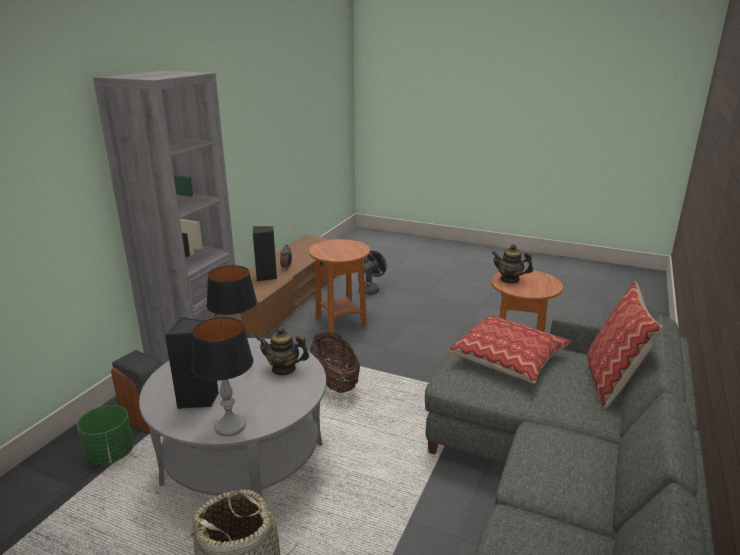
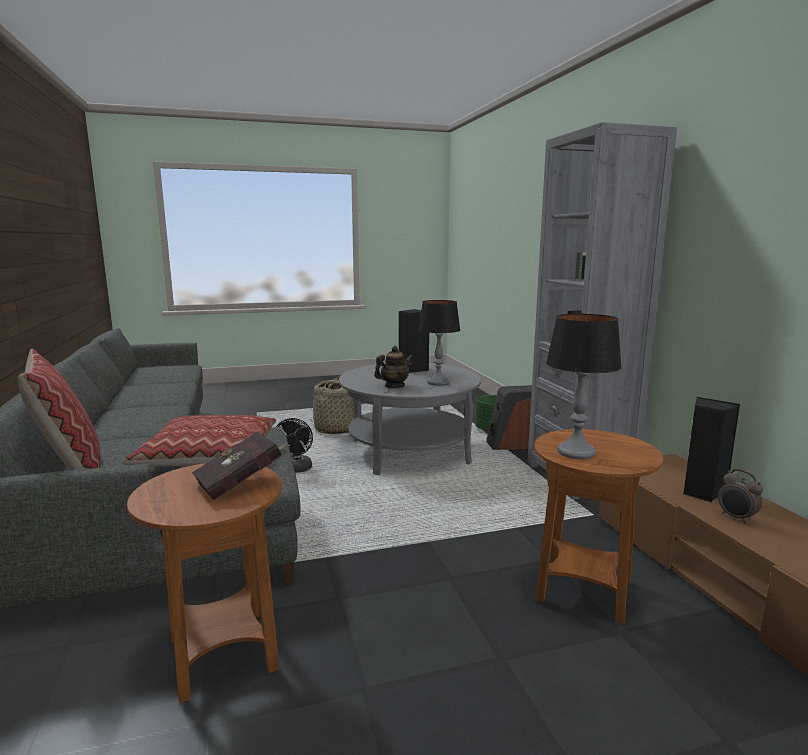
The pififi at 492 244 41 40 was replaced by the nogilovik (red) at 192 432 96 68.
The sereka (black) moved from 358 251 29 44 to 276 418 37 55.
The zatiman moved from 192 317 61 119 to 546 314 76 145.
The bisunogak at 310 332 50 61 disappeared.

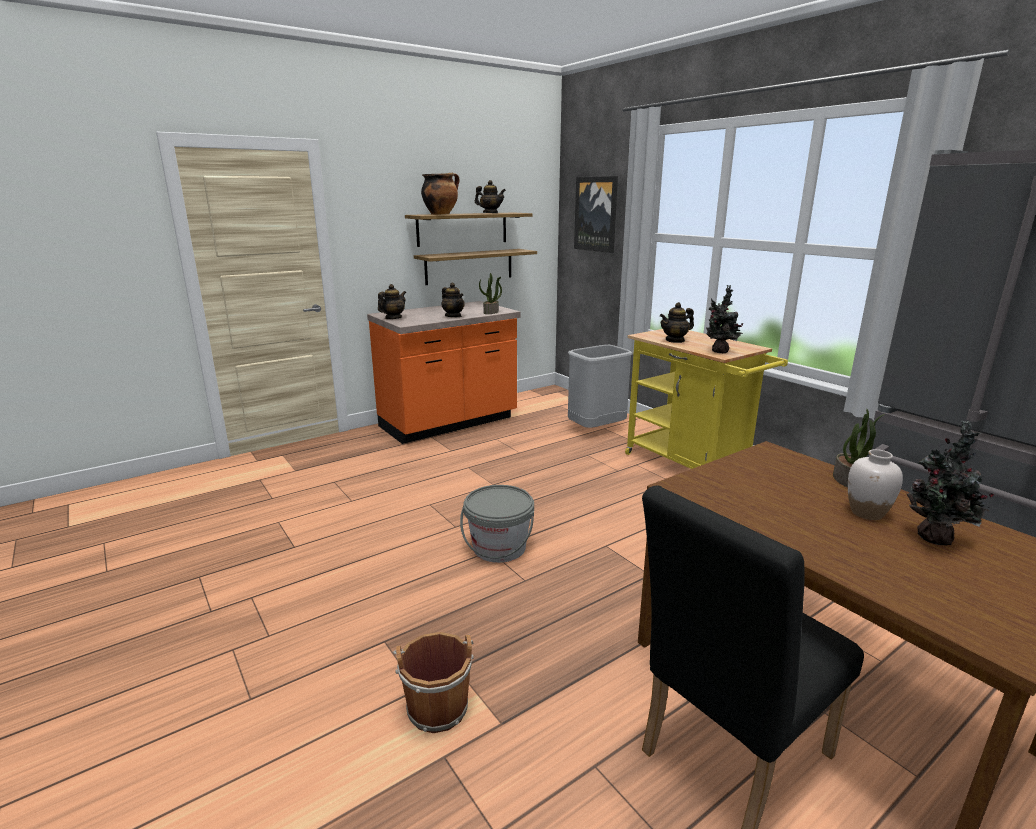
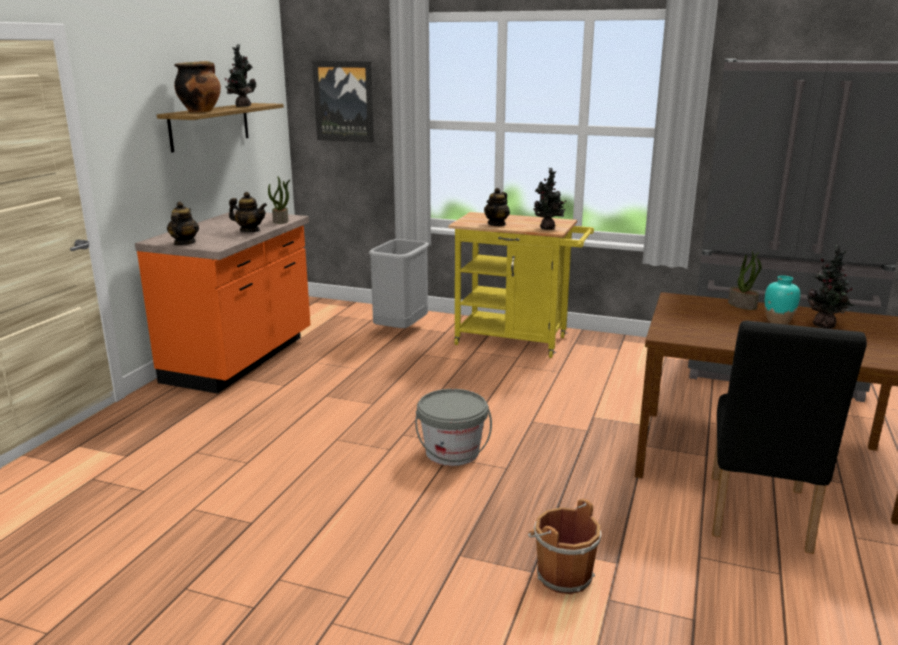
The pififi at 475 180 31 33 was replaced by the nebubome at 225 44 31 63.
The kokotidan at 414 249 123 36 disappeared.
The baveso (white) at 848 449 55 71 became the baveso (turquoise) at 765 275 35 49.

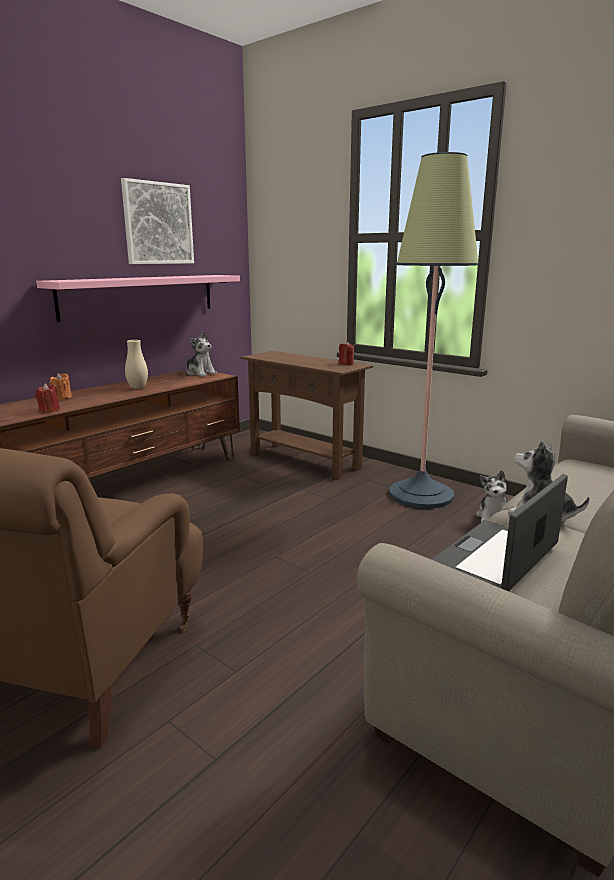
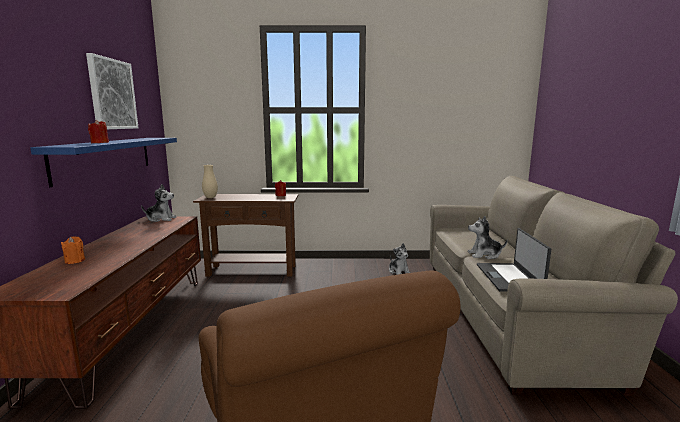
The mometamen at 389 152 90 357 disappeared.
The kokotidan (pink) at 36 275 204 47 became the kokotidan (blue) at 30 138 147 49.
The baveso (beige) moved from 125 340 23 49 to 202 165 16 33.
The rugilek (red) moved from 36 383 24 30 to 88 120 21 23.

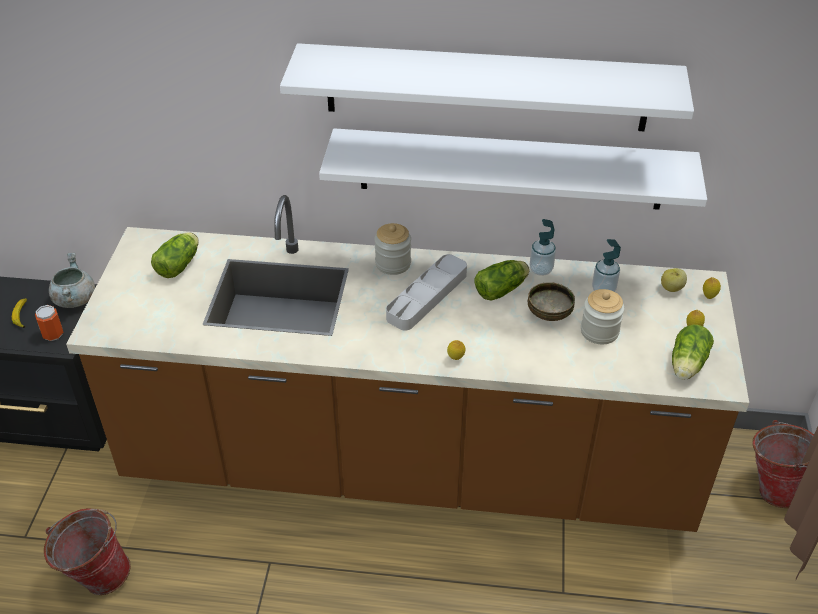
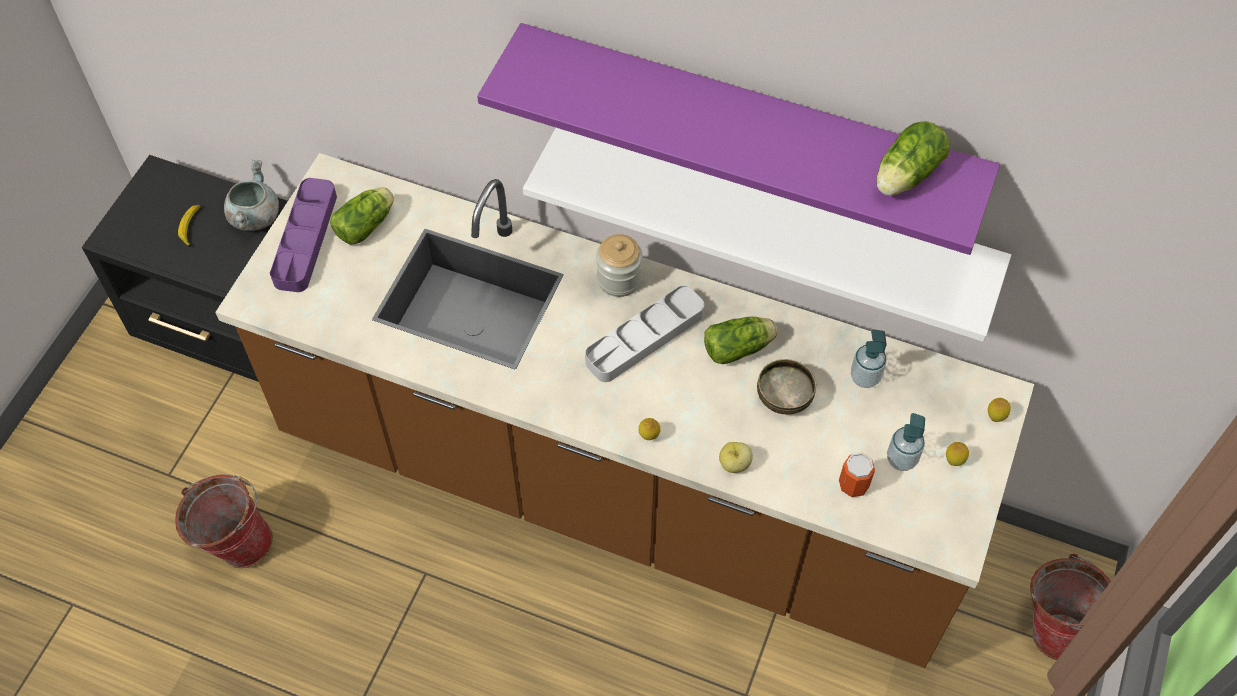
The kokotidan (white) at 280 43 414 88 became the kokotidan (purple) at 477 23 523 232.
The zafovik moved from 530 219 26 57 to 887 413 38 58.
The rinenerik moved from 661 268 26 24 to 719 442 34 31.
The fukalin at 581 289 43 55 disappeared.
The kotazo moved from 35 305 29 36 to 839 453 36 44.
The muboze moved from 672 325 42 55 to 877 121 73 74.
The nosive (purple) at 270 178 67 114 appeared.

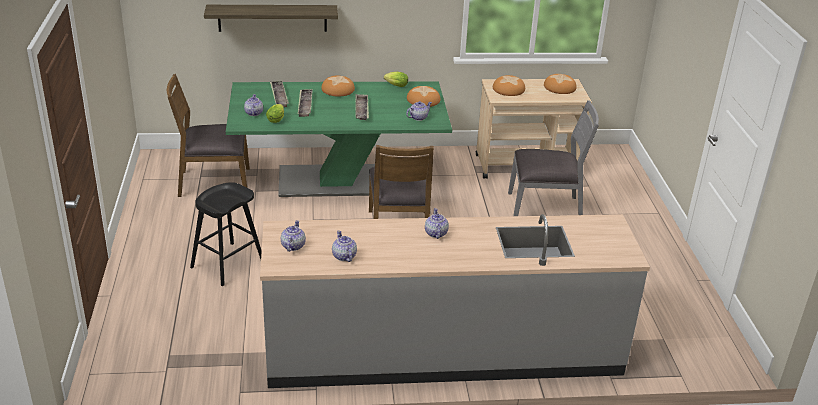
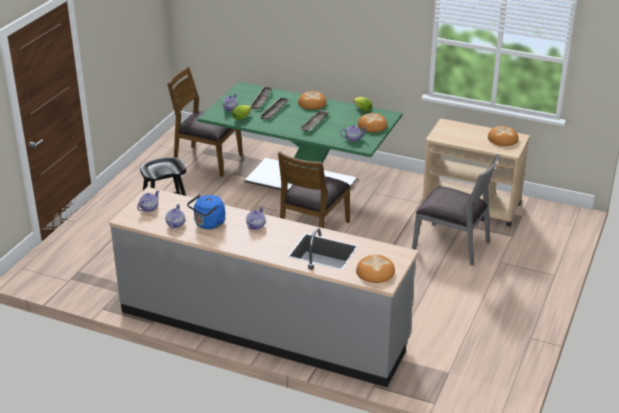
The kokotidan at 204 5 134 27 disappeared.
The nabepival moved from 493 75 32 21 to 356 255 39 28.
The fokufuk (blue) at 187 194 38 35 appeared.

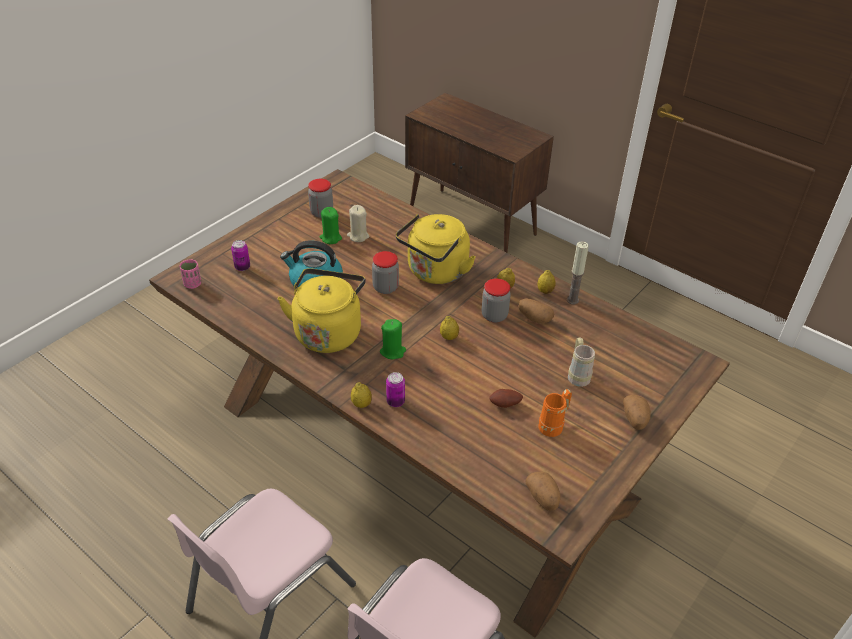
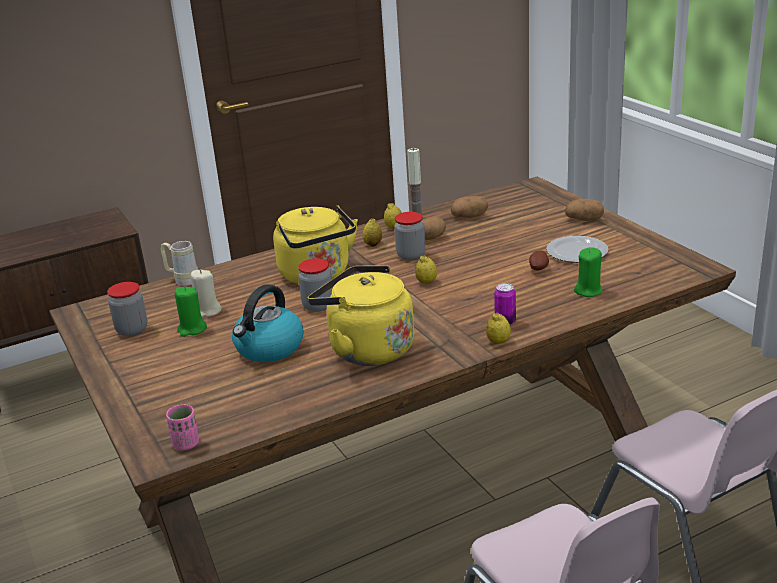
The kotazo at 231 240 19 31 disappeared.
The rugilek (green) moved from 380 319 26 40 to 574 247 29 50.
The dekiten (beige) moved from 568 337 27 50 to 160 241 38 45.
The dekiten (orange) at 538 389 34 48 was replaced by the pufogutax at 546 236 63 27.
The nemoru moved from 526 472 35 39 to 451 196 37 22.

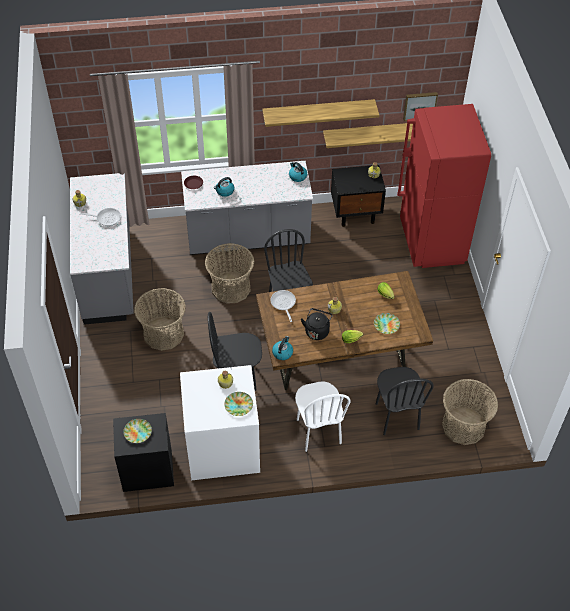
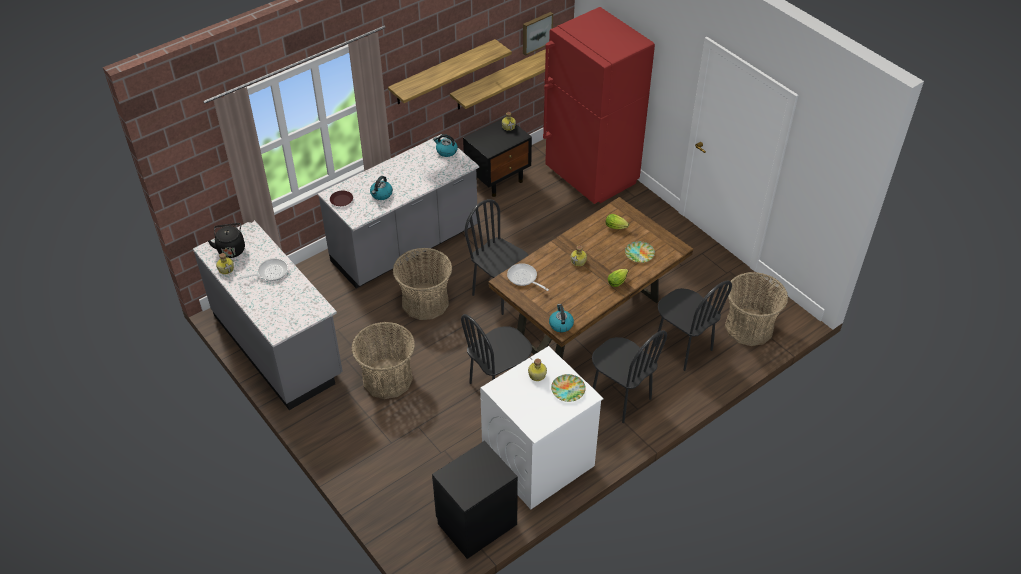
The fokufuk (black) moved from 301 308 32 32 to 208 223 37 35.
The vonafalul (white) at 295 381 55 71 became the vonafalul (black) at 592 330 75 93.
The pufogutax at 123 419 29 24 disappeared.

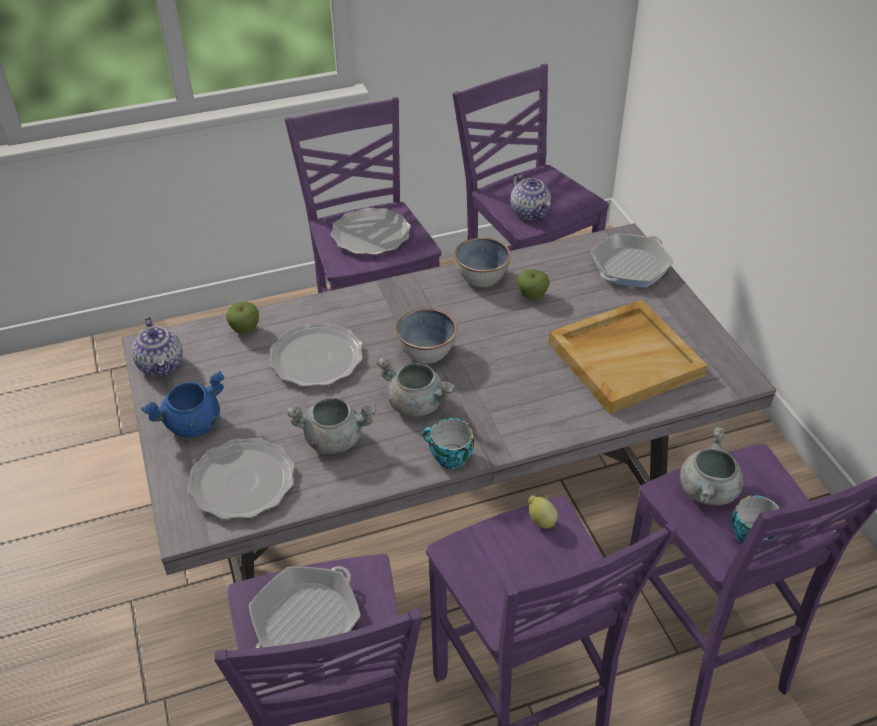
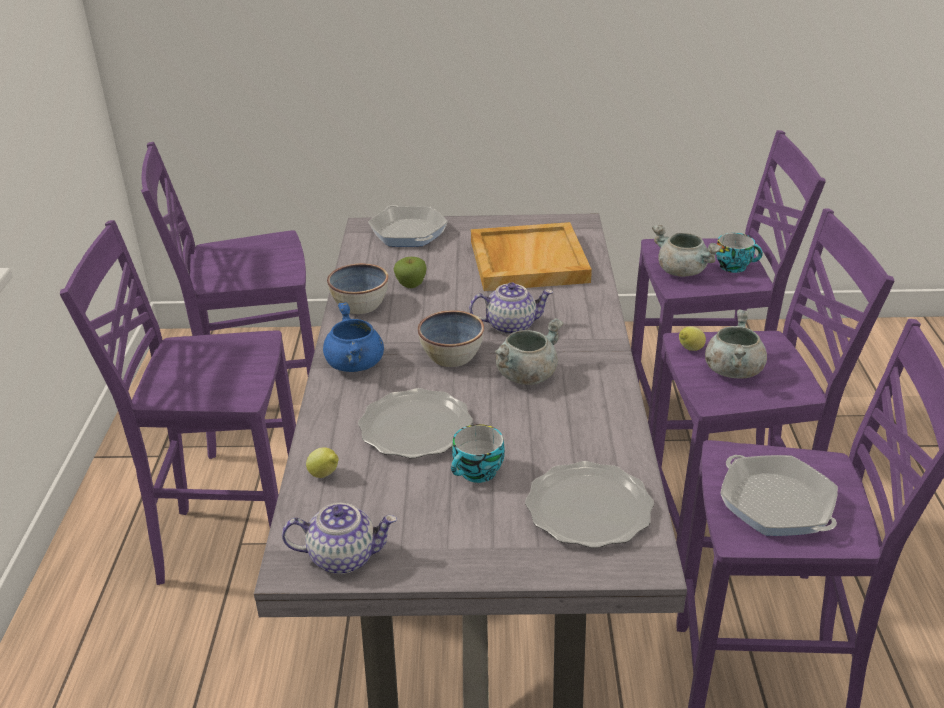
The pififi moved from 511 173 40 47 to 469 282 84 53.
The pufogutax at 331 208 80 47 disappeared.
The rinenerik at 226 302 33 32 was replaced by the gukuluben at 306 447 33 31.
The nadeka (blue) moved from 141 371 83 67 to 323 302 61 70.
The nadeka (grey) moved from 287 398 89 56 to 705 309 62 70.
The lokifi moved from 422 418 52 51 to 451 424 54 59.

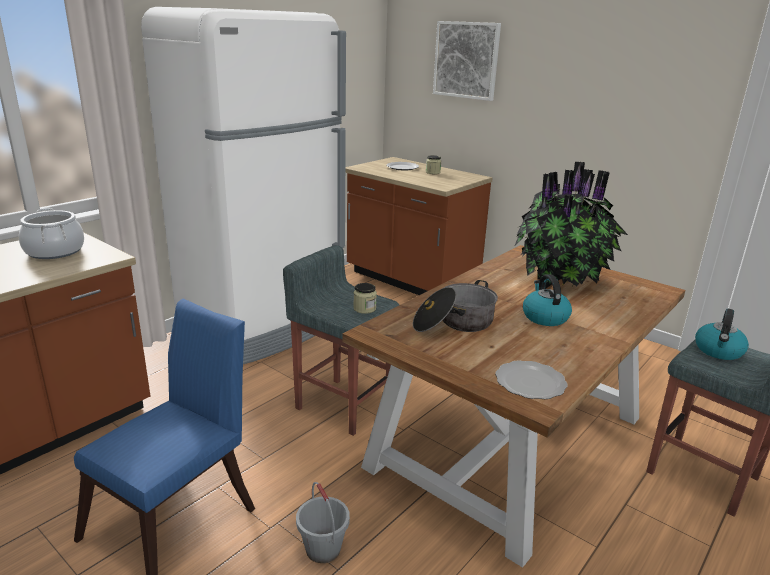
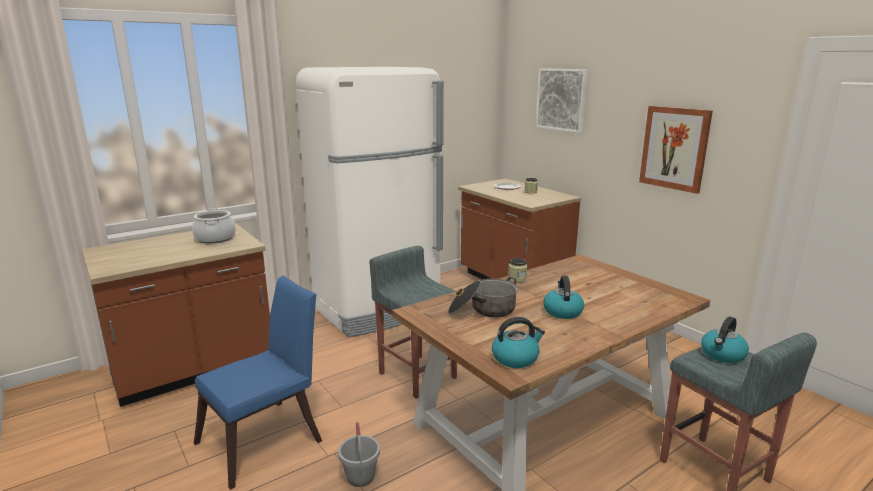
The nebubome at 515 162 113 126 disappeared.
The fukalin moved from 353 283 24 31 to 508 258 19 25.
The pufogutax at 495 360 73 39 was replaced by the fokufuk at 492 317 53 51.
The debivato at 639 106 74 88 appeared.

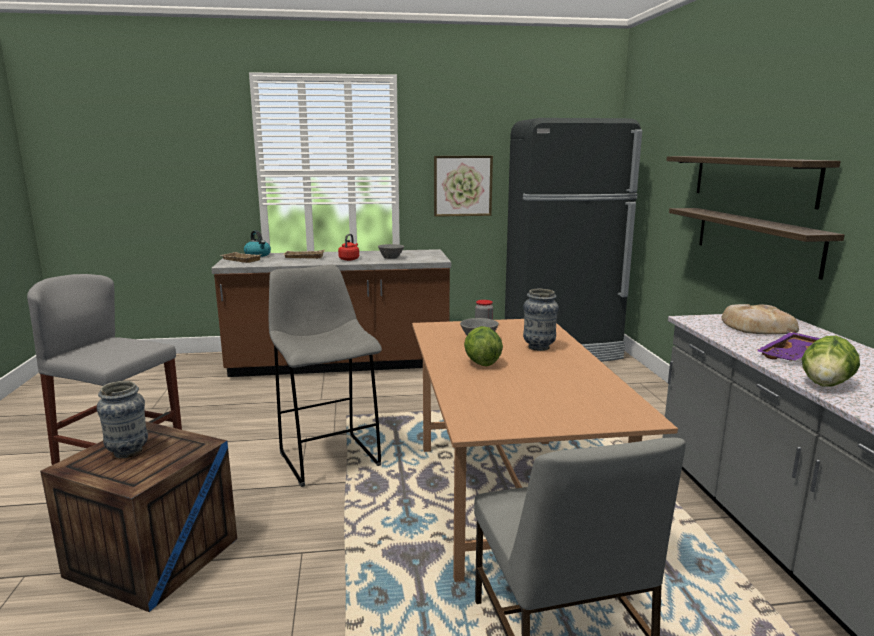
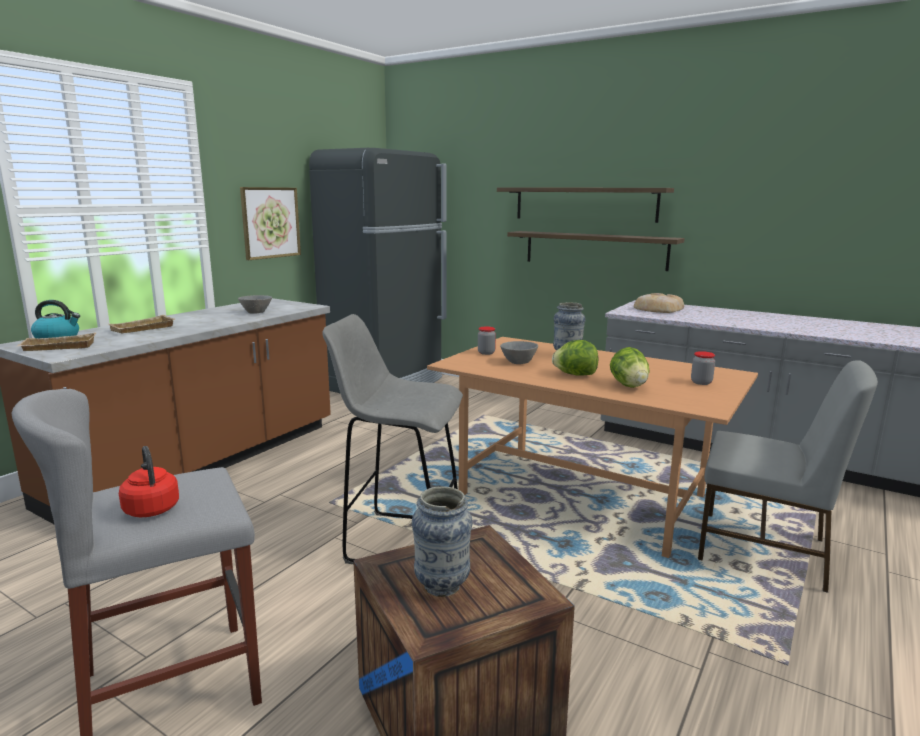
The fokufuk (red) moved from 338 234 21 27 to 119 446 60 71.
The nosive (purple) at 756 332 64 29 disappeared.
The muboze moved from 802 336 58 51 to 610 347 39 41.
The fukalin at 691 351 24 34 appeared.

